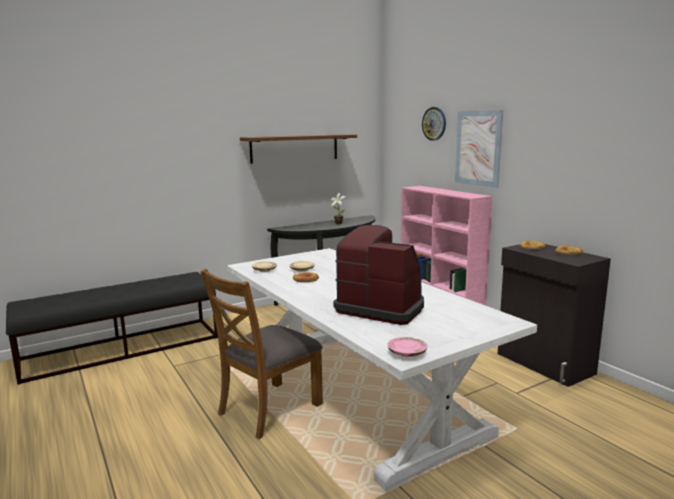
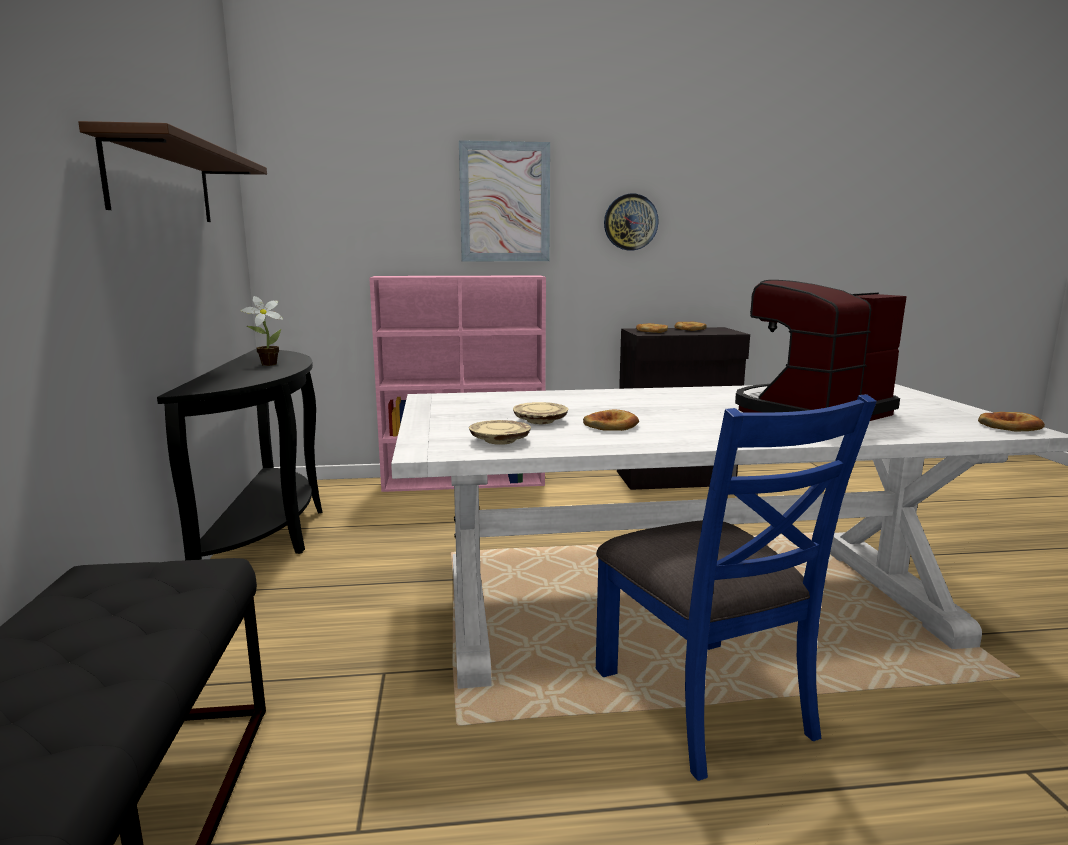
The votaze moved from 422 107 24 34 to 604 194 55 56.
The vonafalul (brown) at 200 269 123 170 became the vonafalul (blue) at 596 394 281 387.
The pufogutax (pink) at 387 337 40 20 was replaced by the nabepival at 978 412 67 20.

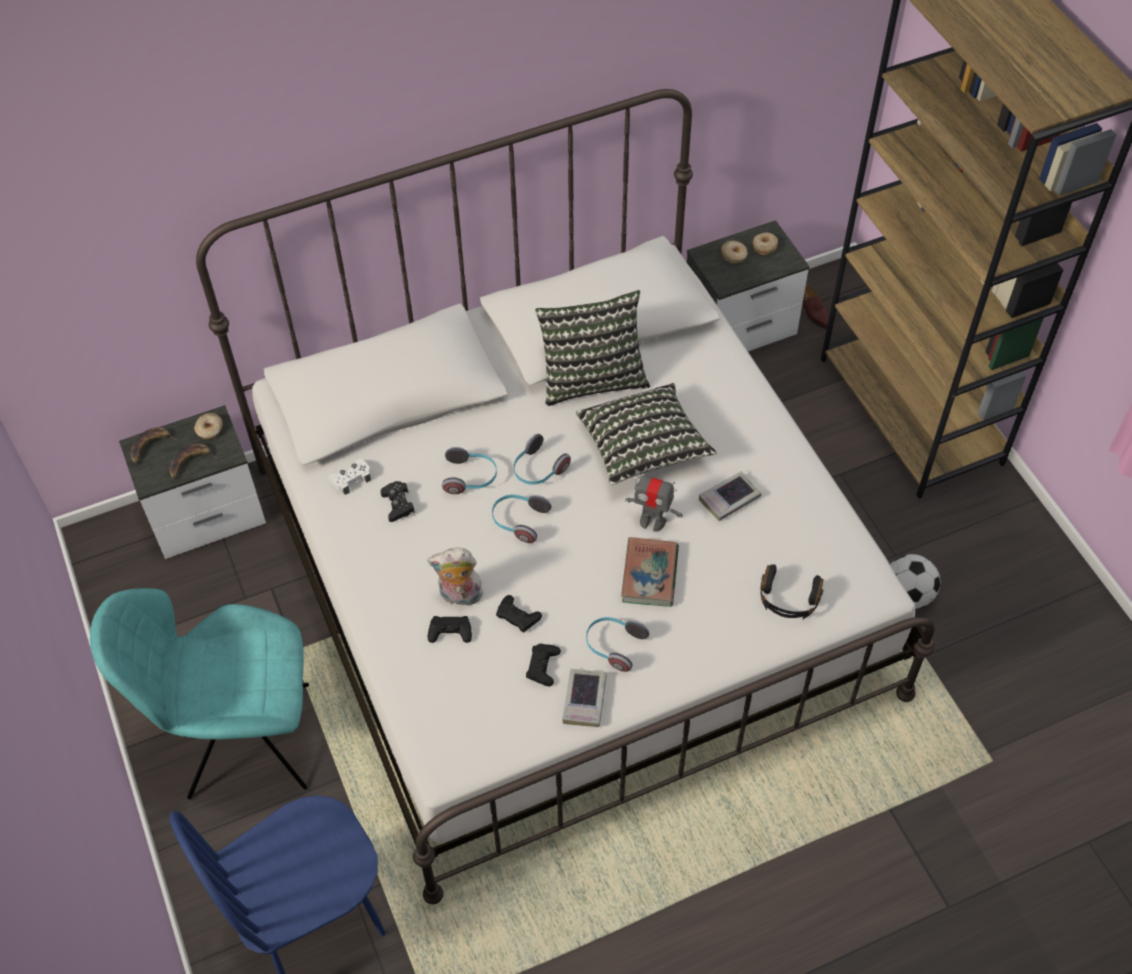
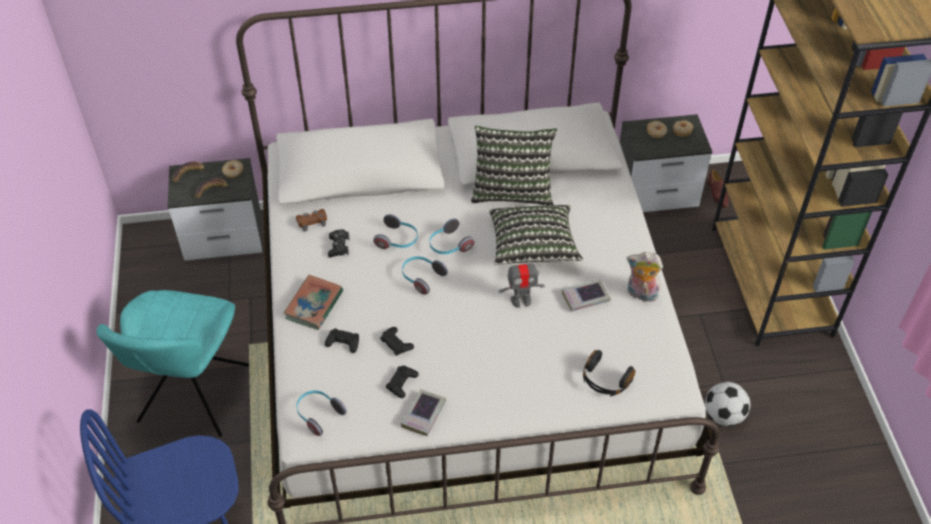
The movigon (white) at 329 459 42 36 became the movigon (brown) at 296 209 31 23.
The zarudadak at 625 469 58 63 turned 45 degrees counterclockwise.
The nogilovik moved from 621 537 58 70 to 284 275 59 55.
The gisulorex moved from 427 548 56 61 to 627 252 36 50.
The vonafalul (turquoise) at 90 588 219 211 turned 90 degrees counterclockwise.
The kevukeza moved from 586 617 63 55 to 296 390 51 46.

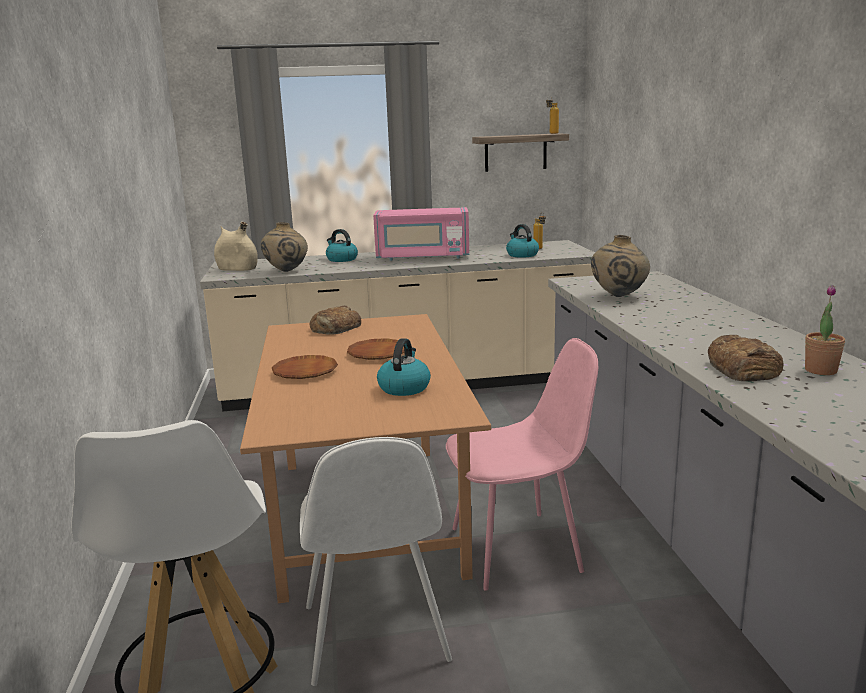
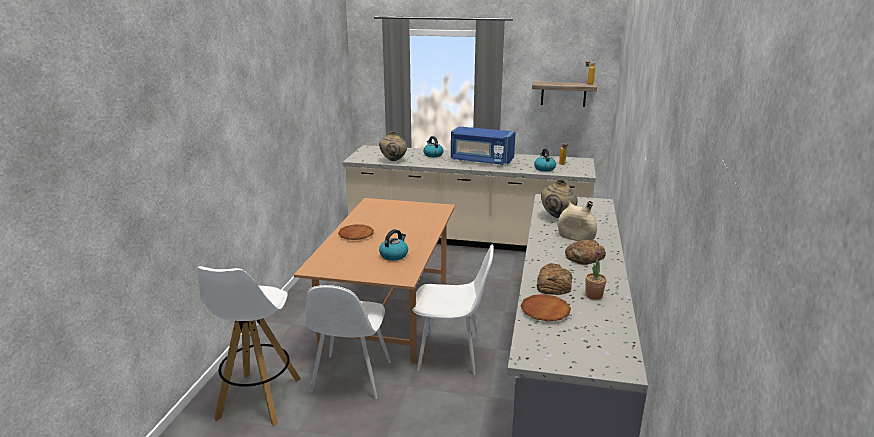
The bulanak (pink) at 373 207 96 54 became the bulanak (blue) at 451 126 65 39.
The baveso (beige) moved from 214 222 43 49 to 558 201 39 40.
The nabepival moved from 310 306 51 29 to 565 240 41 25.
The pufogutax (brown) moved from 347 338 57 22 to 521 294 50 27.
The vonafalul (pink) at 446 338 152 253 became the vonafalul (white) at 412 244 82 131.

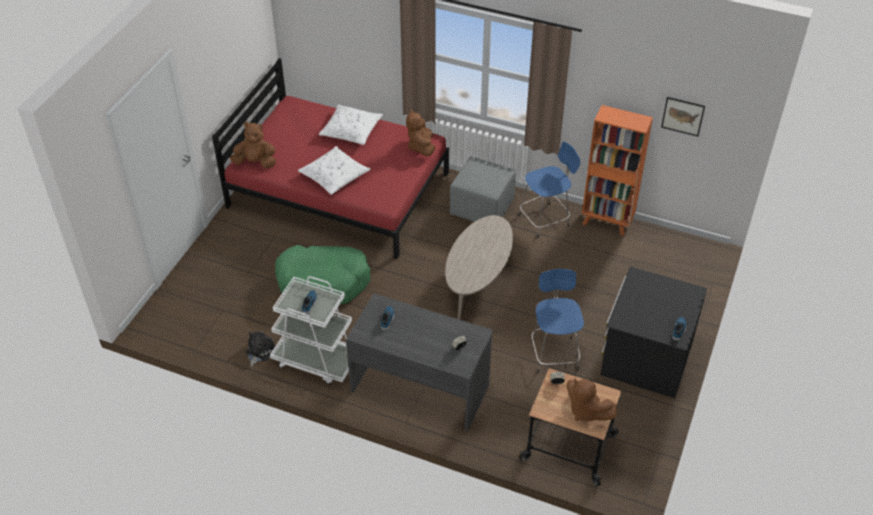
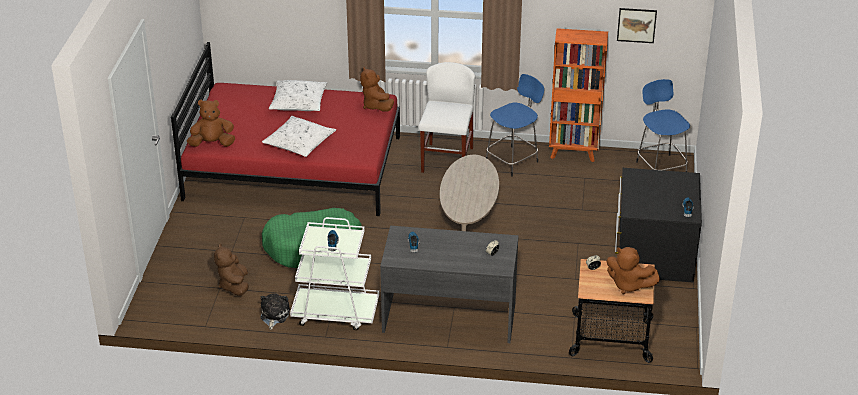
The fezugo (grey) at 450 157 66 65 was replaced by the vonafalul (white) at 418 62 57 111.
The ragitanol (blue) moved from 531 269 53 104 to 636 79 54 93.
The gisulorex (brown) at 214 243 35 53 appeared.

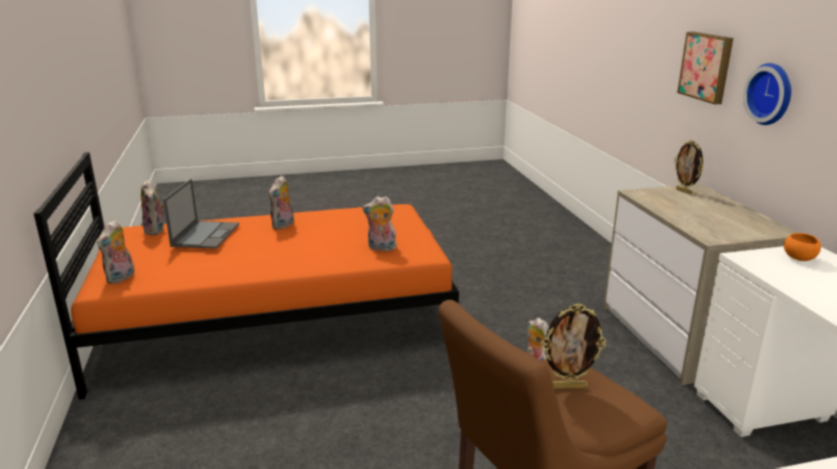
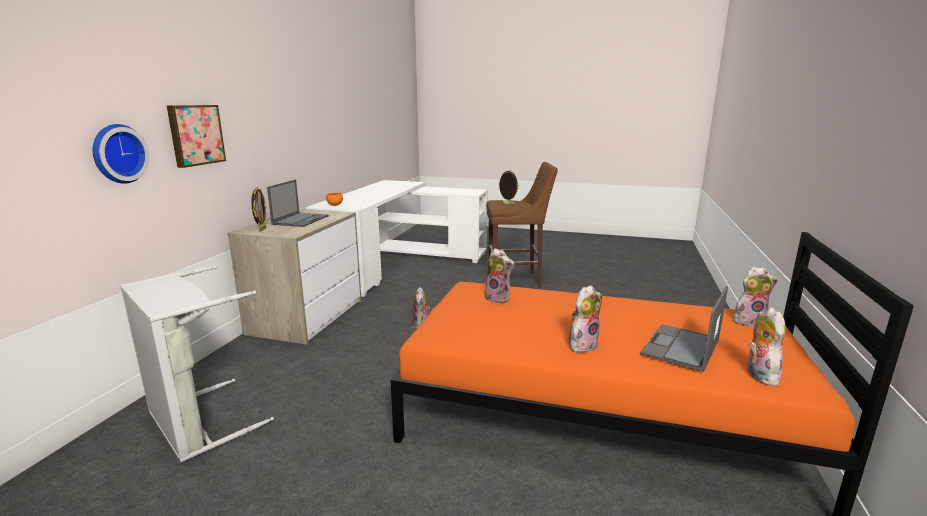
The votaze moved from 743 63 48 62 to 93 124 57 60.
The gisulorex at 97 219 37 65 turned 45 degrees clockwise.
The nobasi at 267 180 62 47 appeared.
The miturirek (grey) at 120 266 154 197 appeared.

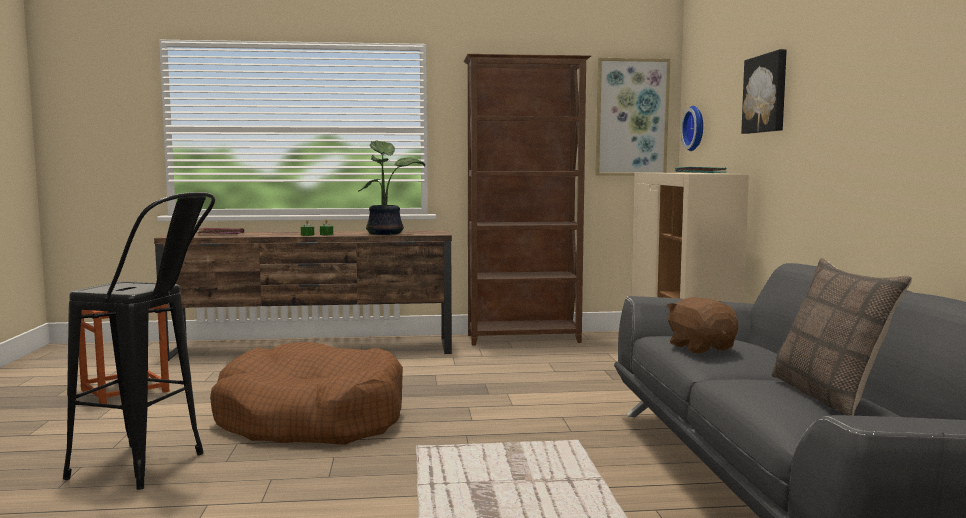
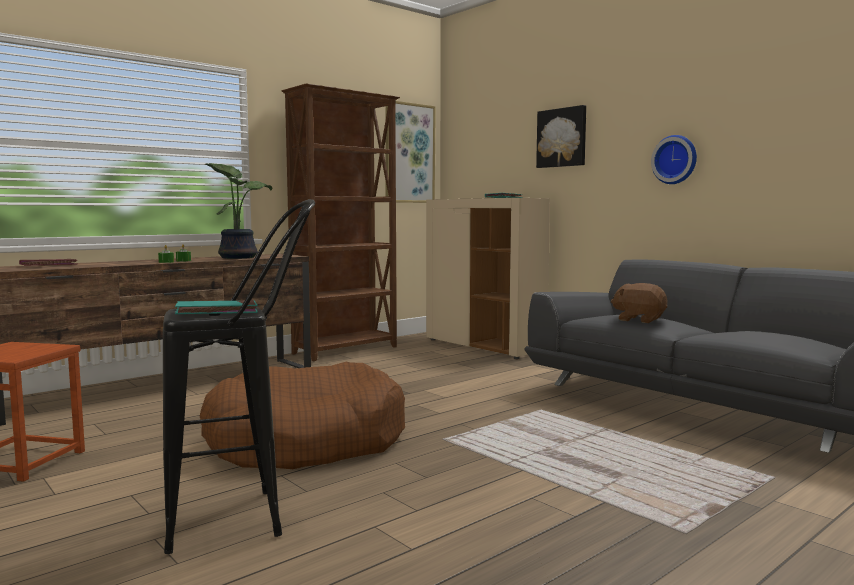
The votaze moved from 681 106 22 45 to 651 135 46 49.
The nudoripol at 772 258 140 158 disappeared.
The nogilovik (turquoise) at 175 300 83 14 appeared.

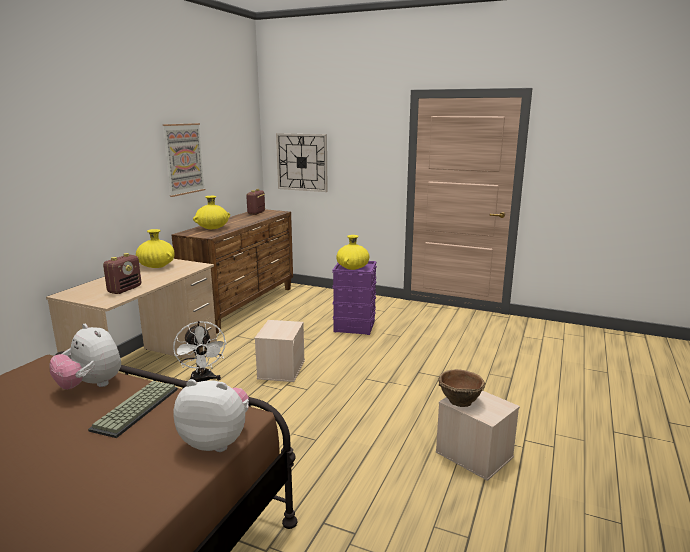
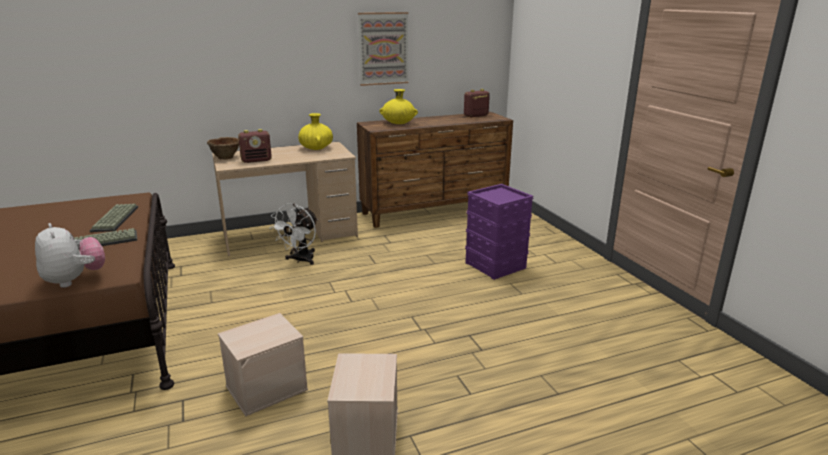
The votaze at 276 133 52 59 disappeared.
The baveso (yellow) at 336 235 33 35 disappeared.
The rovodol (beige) moved from 254 320 51 62 to 218 313 90 104.
The gisulorex at 50 324 71 66 was replaced by the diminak at 90 204 48 28.
The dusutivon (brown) moved from 438 369 47 38 to 207 137 32 23.

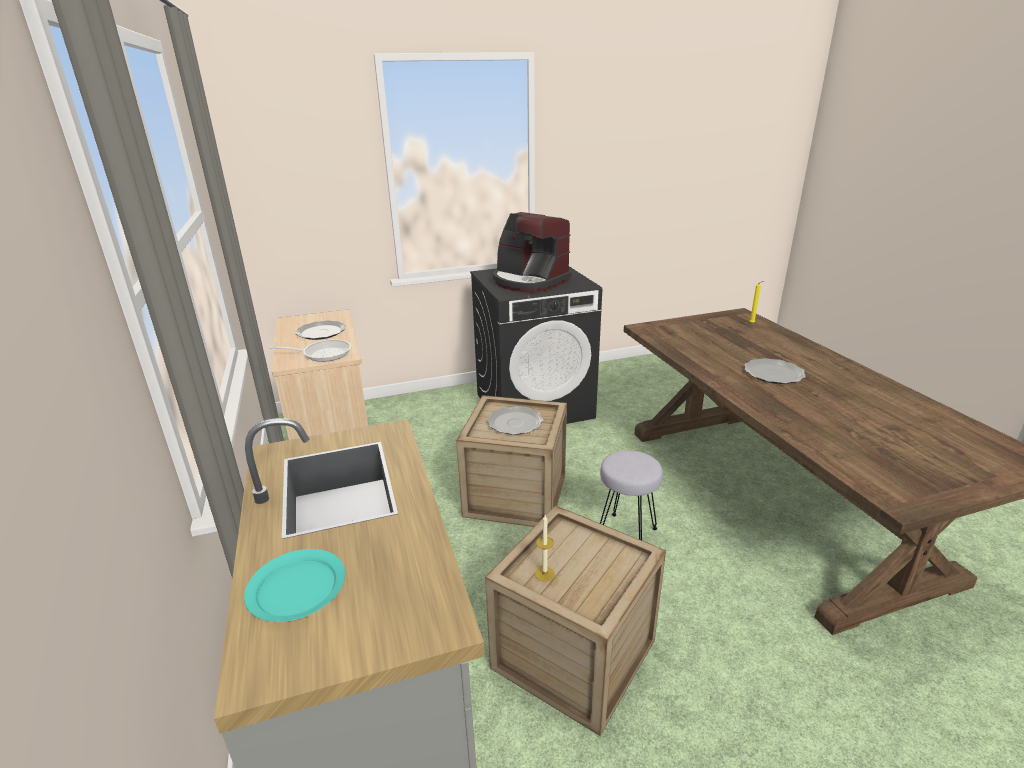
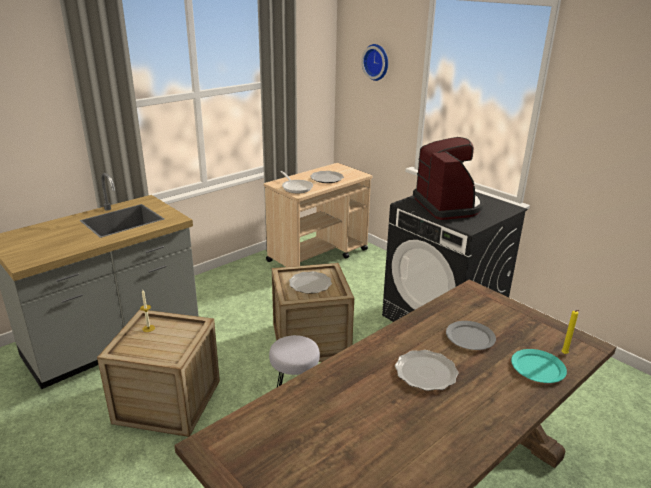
The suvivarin at 493 212 79 80 turned 150 degrees clockwise.
The pufogutax (turquoise) moved from 244 549 101 73 to 511 349 56 34.
The votaze at 361 44 27 37 appeared.
The pufogutax (grey) at 446 321 50 29 appeared.

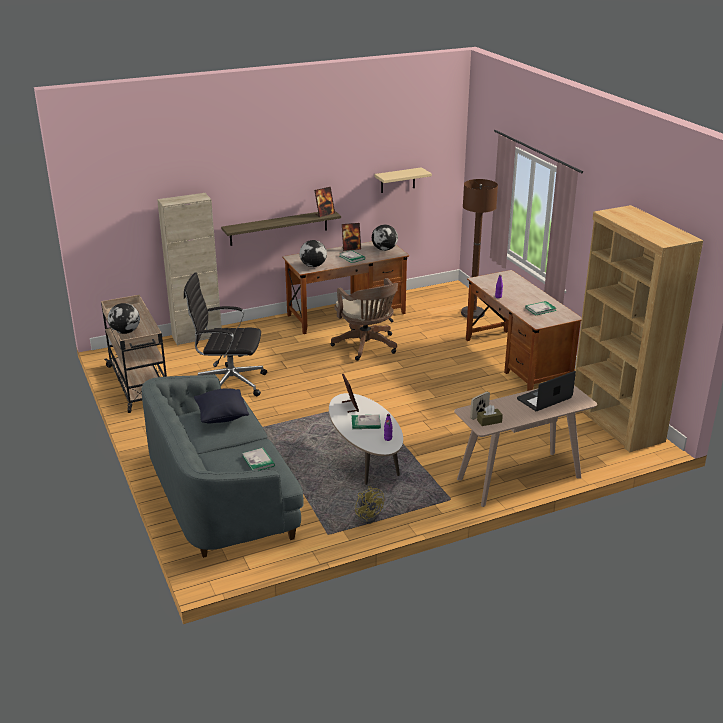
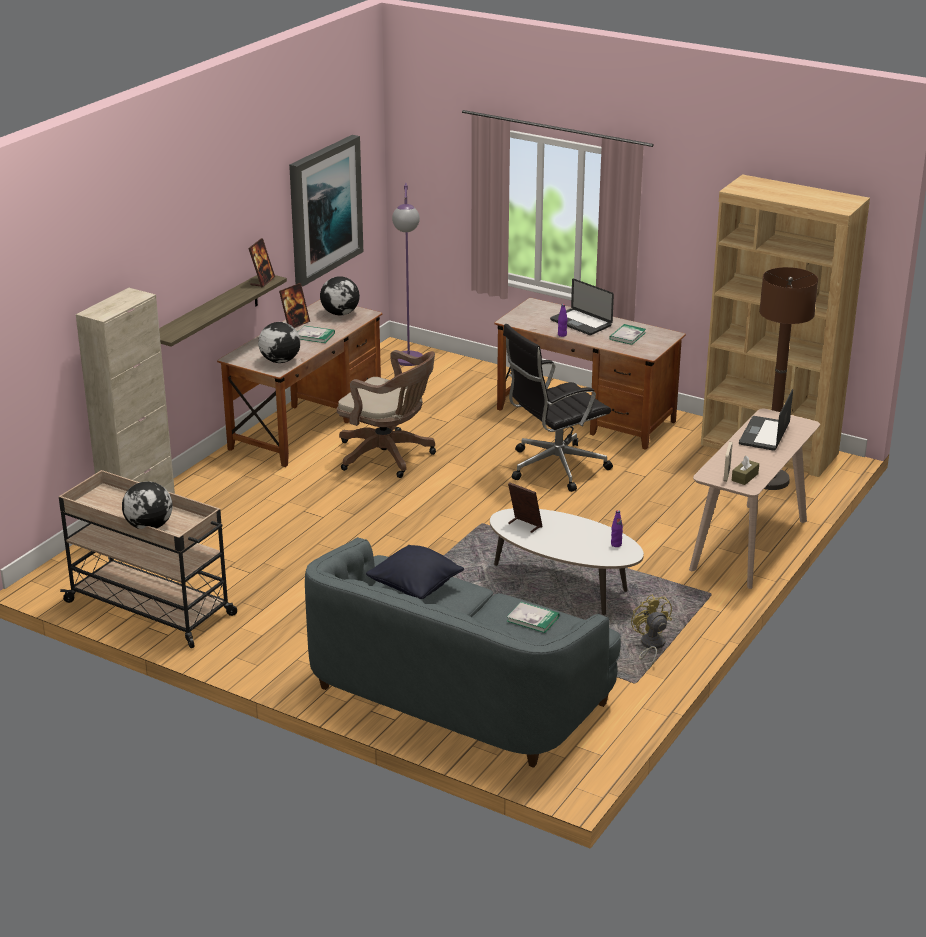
The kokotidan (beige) at 374 167 58 26 was replaced by the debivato at 289 135 74 151.
The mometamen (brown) moved from 461 179 37 140 to 759 267 59 223.
The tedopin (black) moved from 184 272 83 124 to 503 324 110 168.
The nogilovik at 352 414 29 15 disappeared.
The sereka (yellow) at 355 486 29 38 turned 135 degrees counterclockwise.
The mometamen (purple) at 392 183 31 183 appeared.
The nobasi at 550 279 64 56 appeared.

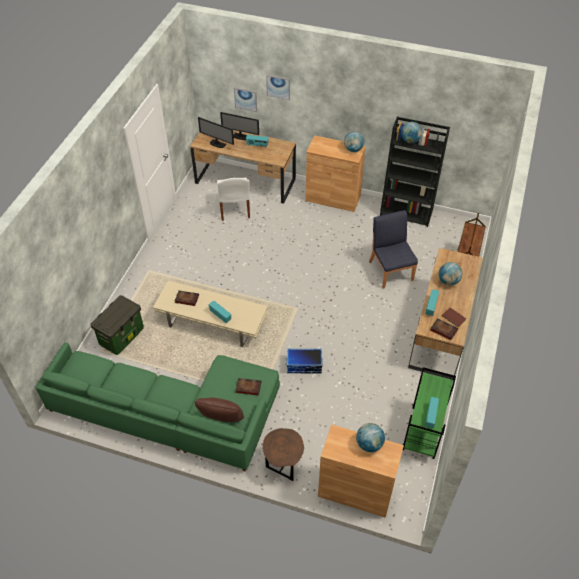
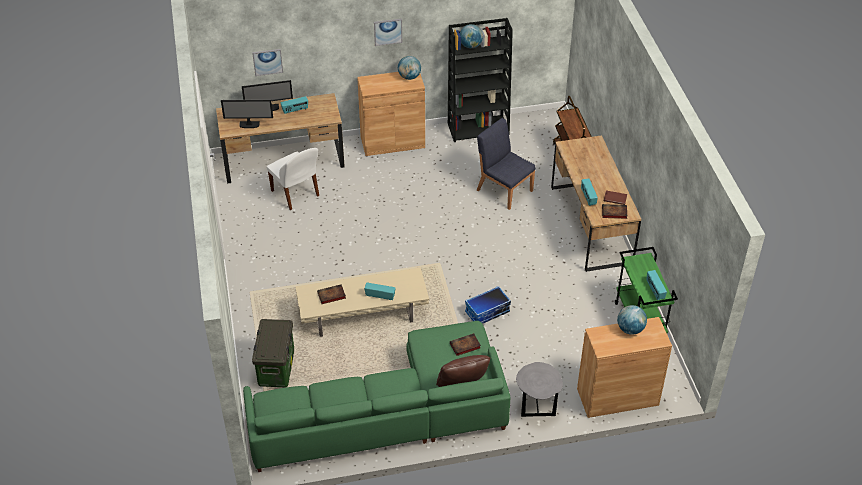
The debivato moved from 266 75 24 25 to 374 18 28 28.
The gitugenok at 439 262 23 23 disappeared.
The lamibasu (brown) at 263 428 41 53 became the lamibasu (grey) at 516 362 47 55.

